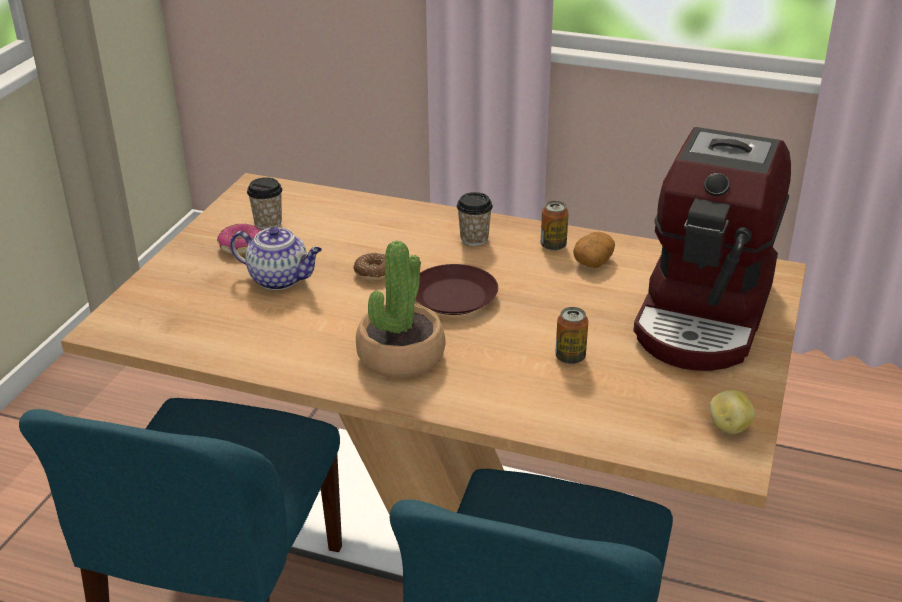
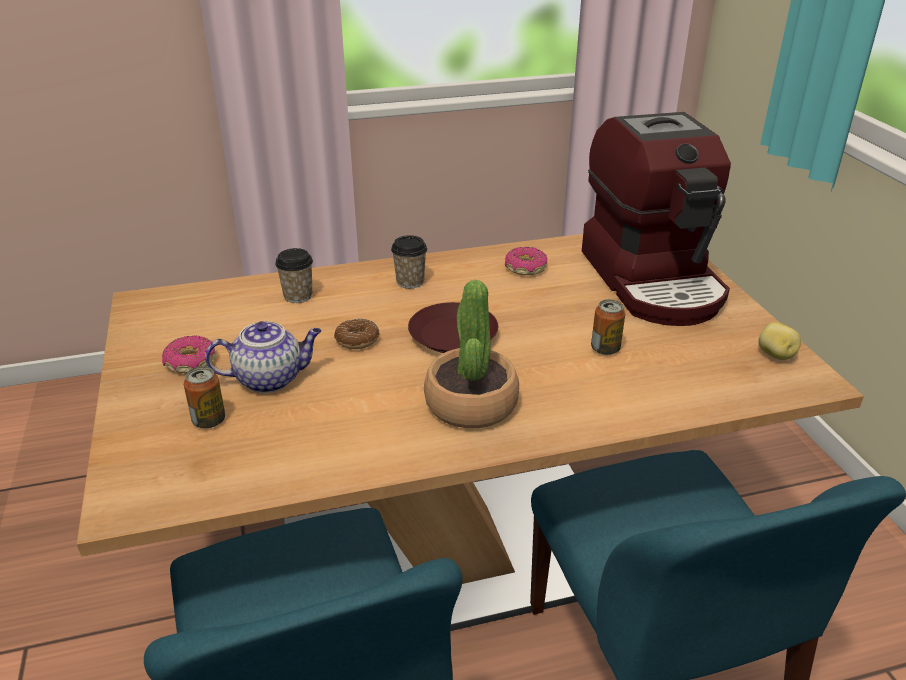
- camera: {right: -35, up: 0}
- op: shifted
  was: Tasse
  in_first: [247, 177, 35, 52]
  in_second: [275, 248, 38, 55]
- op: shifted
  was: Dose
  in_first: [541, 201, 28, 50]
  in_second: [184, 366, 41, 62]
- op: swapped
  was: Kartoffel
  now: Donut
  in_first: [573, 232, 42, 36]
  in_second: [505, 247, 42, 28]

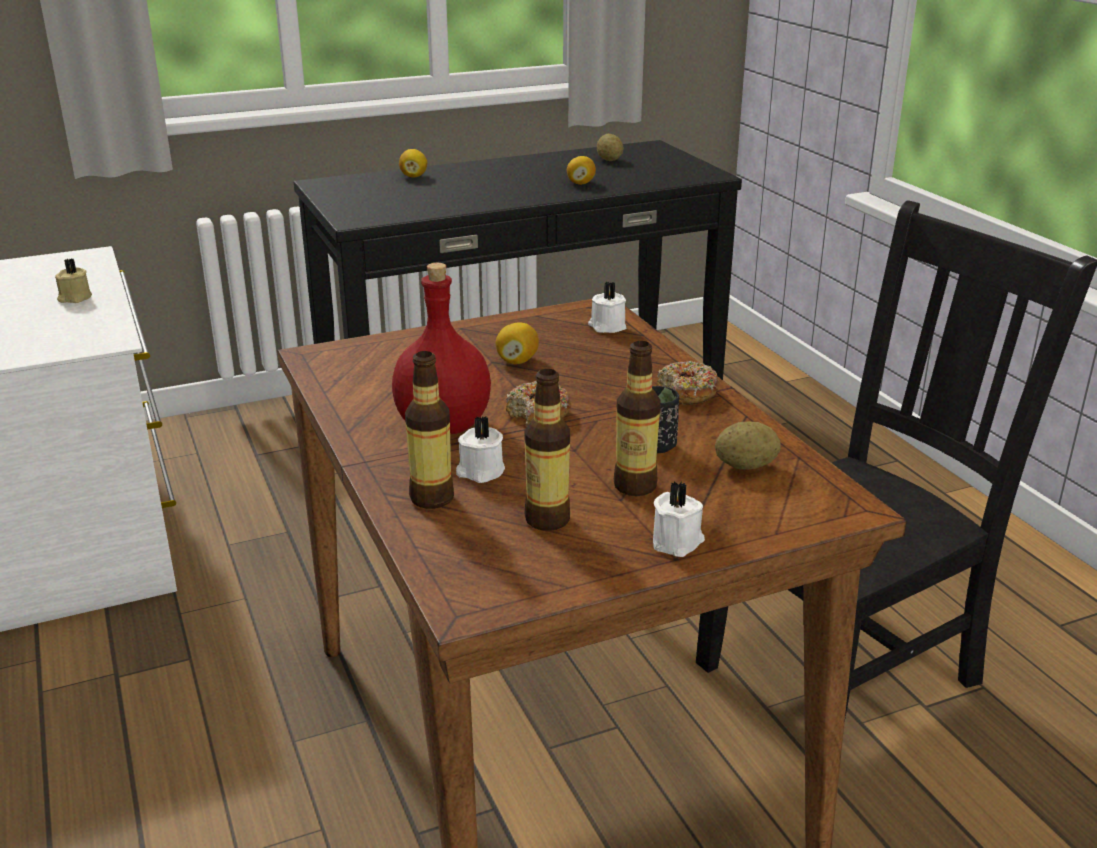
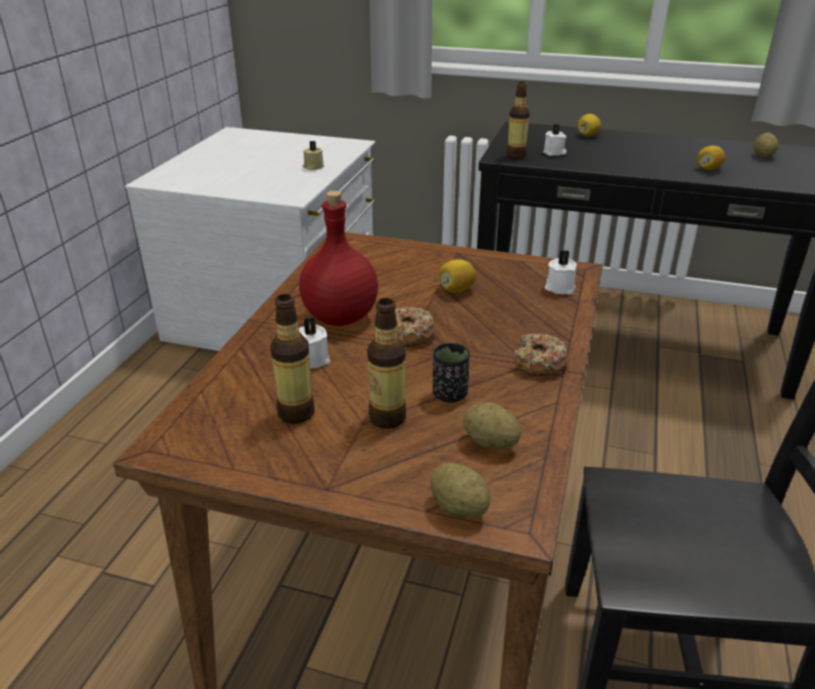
- camera: {right: 40, up: 5}
- op: new
  now: Kartoffel
  in_second: [430, 463, 60, 55]
- op: shifted
  was: Flasche
  in_first: [405, 351, 49, 158]
  in_second: [506, 82, 24, 77]
- op: shifted
  was: Kerze/weiß
  in_first: [653, 482, 52, 75]
  in_second: [543, 124, 23, 32]

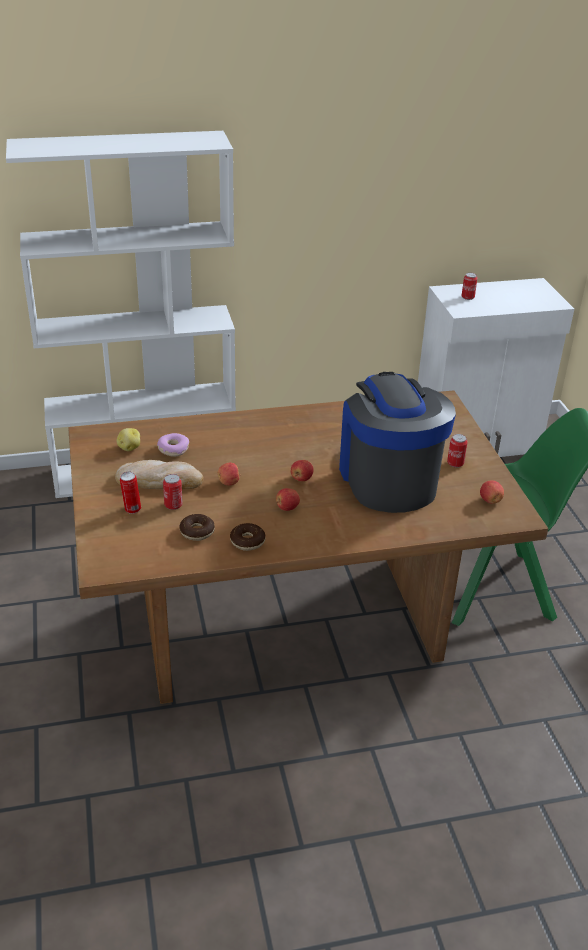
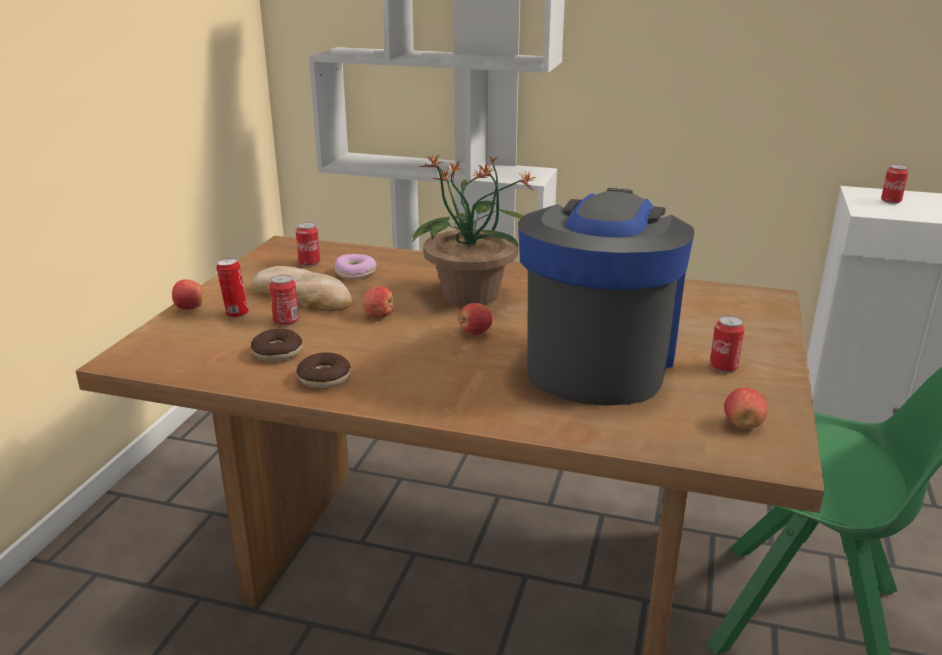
- camera: {right: 30, up: -10}
- op: new
  now: Topfpflanze
  in_second: [413, 155, 124, 151]
- op: shifted
  was: Apfel
  in_first: [276, 488, 24, 23]
  in_second: [172, 279, 32, 31]
- op: swapped
  was: Kartoffel
  now: Dose
  in_first: [117, 428, 23, 23]
  in_second: [296, 222, 24, 44]

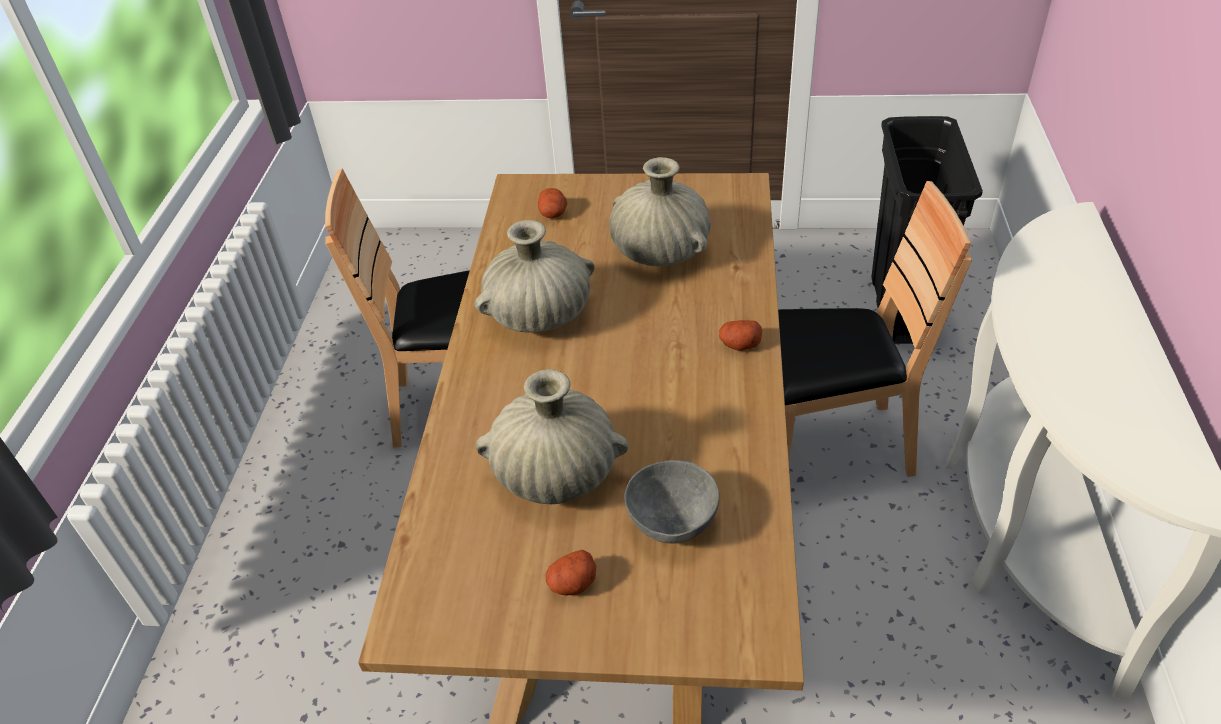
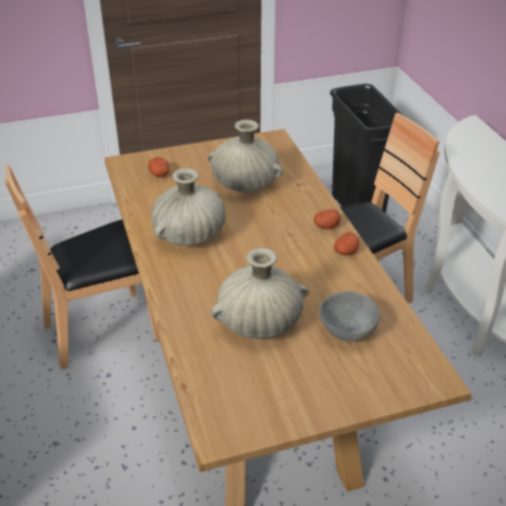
- camera: {right: -25, up: -5}
- op: shifted
  was: Kartoffel
  in_first: [546, 550, 50, 46]
  in_second: [334, 232, 25, 24]

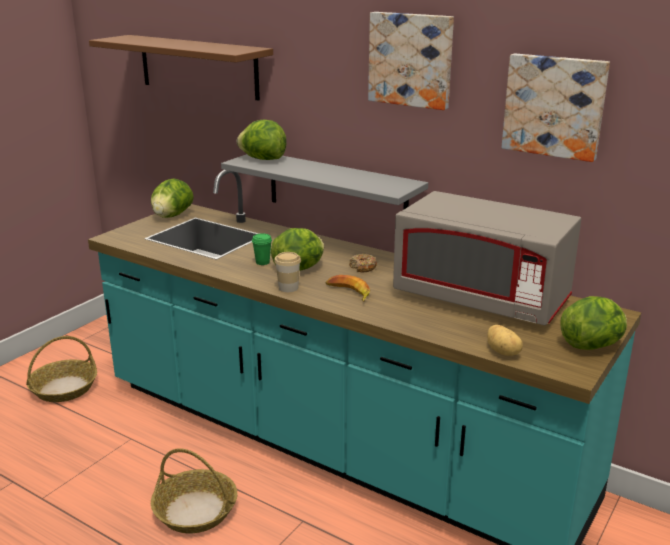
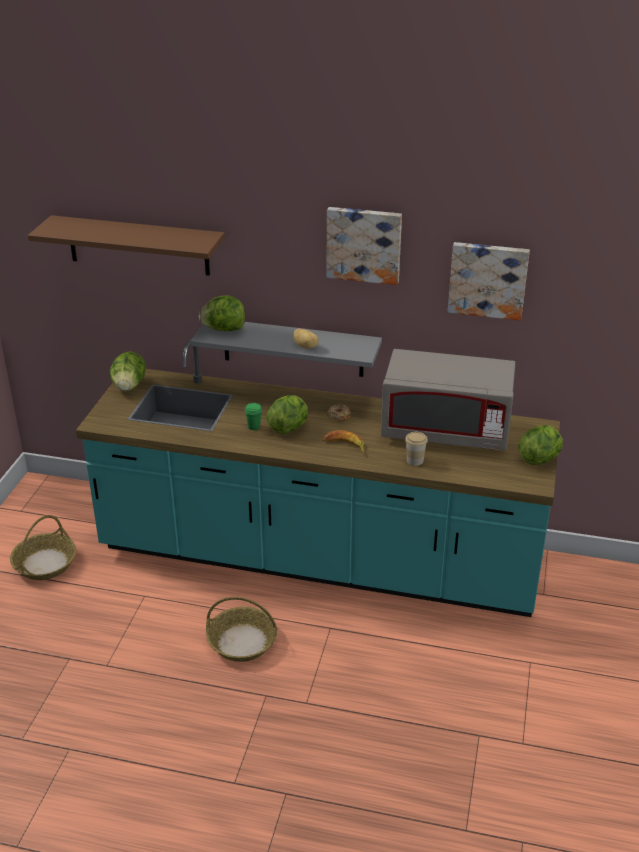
- camera: {right: -20, up: 10}
- op: shifted
  was: Tasse
  in_first: [274, 252, 27, 40]
  in_second: [405, 432, 23, 34]
- op: shifted
  was: Kartoffel
  in_first: [487, 325, 36, 31]
  in_second: [293, 329, 26, 20]

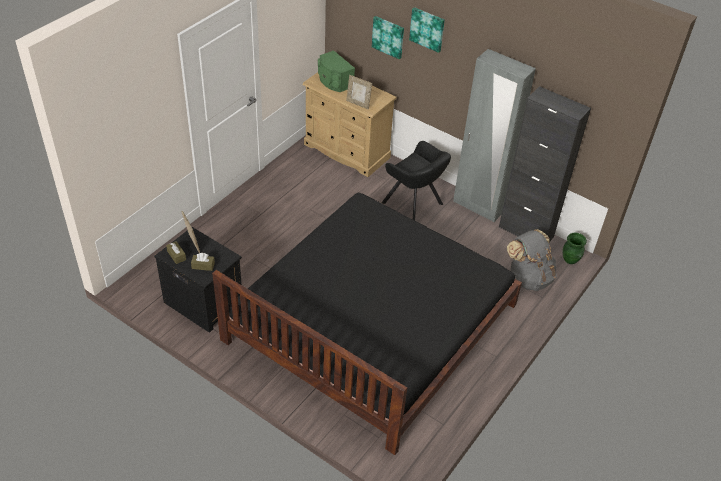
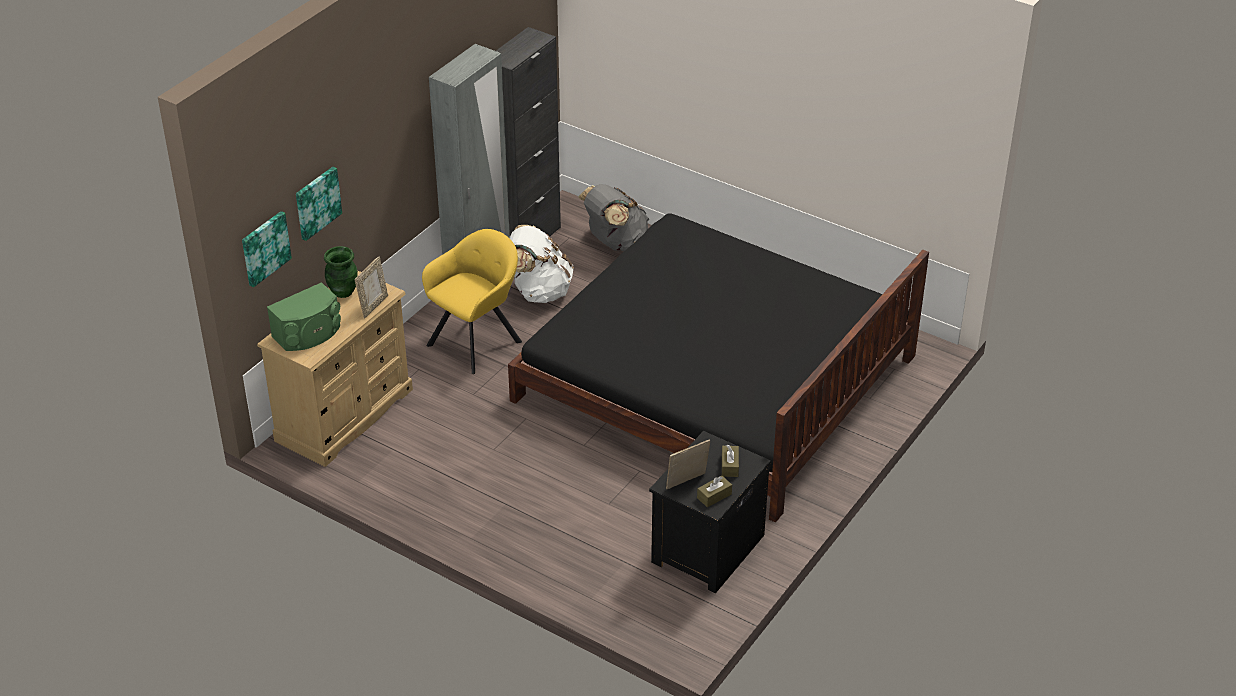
- camera: {right: -90, up: -5}
- op: new
  now: Rucksack/weiß
  in_second: [509, 225, 65, 78]
- op: shifted
  was: Bild
  in_first: [409, 7, 36, 46]
  in_second: [242, 211, 50, 76]
- op: shifted
  was: Vase/grün
  in_first: [563, 233, 24, 31]
  in_second: [324, 246, 34, 52]
- op: repainted
  was: Sessel/schwarz
  now: Sessel/gelb
  in_first: [382, 141, 69, 79]
  in_second: [422, 229, 100, 145]

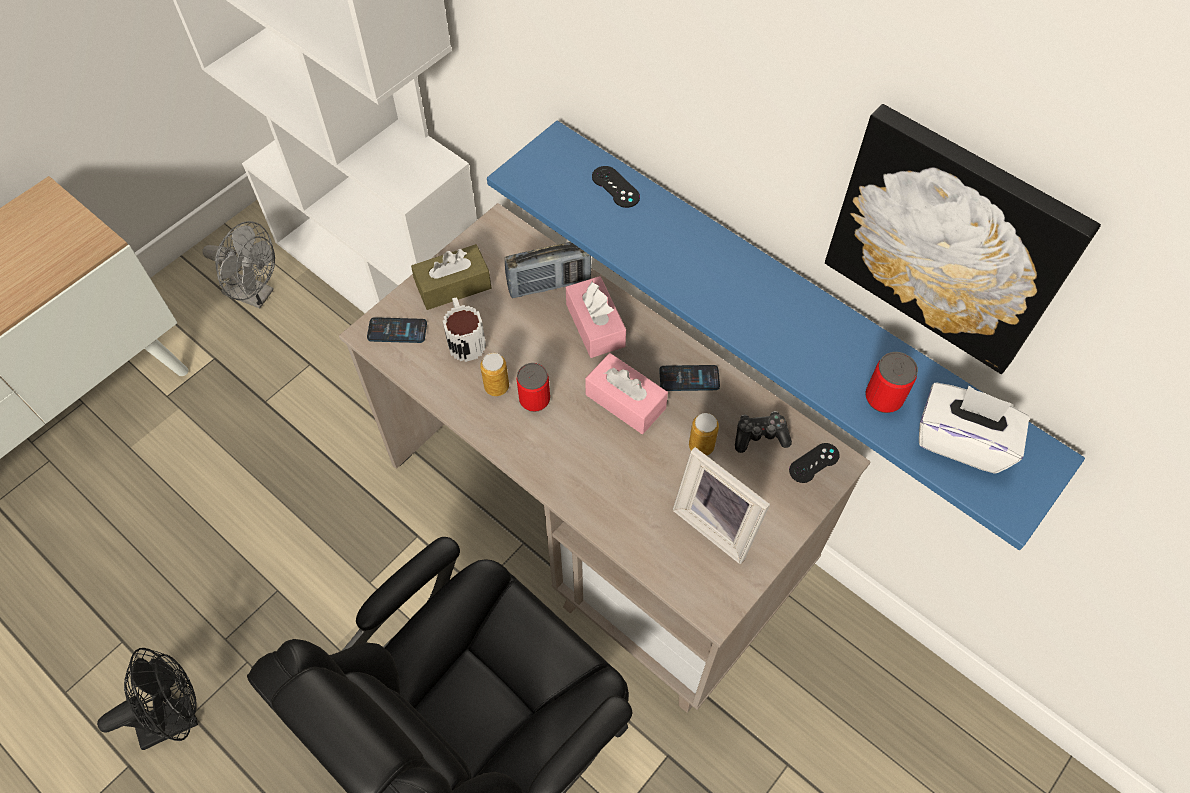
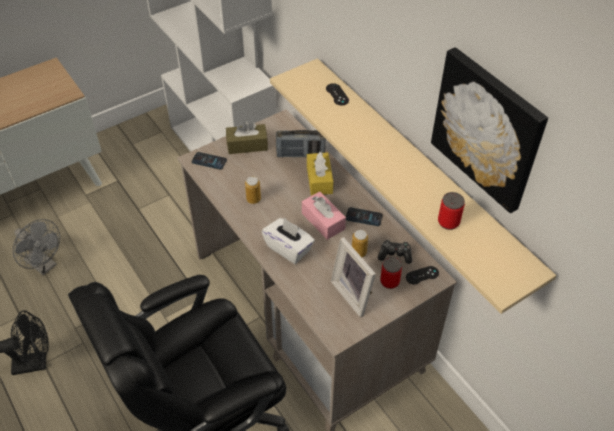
- camera: {right: 15, up: -10}
- op: gone
  was: Henkelbecher
  in_first: [442, 297, 44, 65]
- op: shifted
  was: Ventilator/grau
  in_first: [202, 221, 73, 87]
  in_second: [13, 219, 47, 56]
- op: shifted
  was: Dose
  in_first: [517, 363, 33, 49]
  in_second: [380, 257, 22, 32]
- op: shifted
  was: Taschentuchbox/weiß
  in_first: [919, 383, 110, 91]
  in_second: [262, 217, 53, 47]
- op: repainted
  was: Wandregal/blau
  now: Wandregal/beige
  in_first: [487, 121, 598, 429]
  in_second: [270, 58, 286, 256]
- op: repainted
  was: Taschentuchbox/rosa
  now: Taschentuchbox/gelb
  in_first: [566, 276, 60, 82]
  in_second: [307, 152, 26, 44]

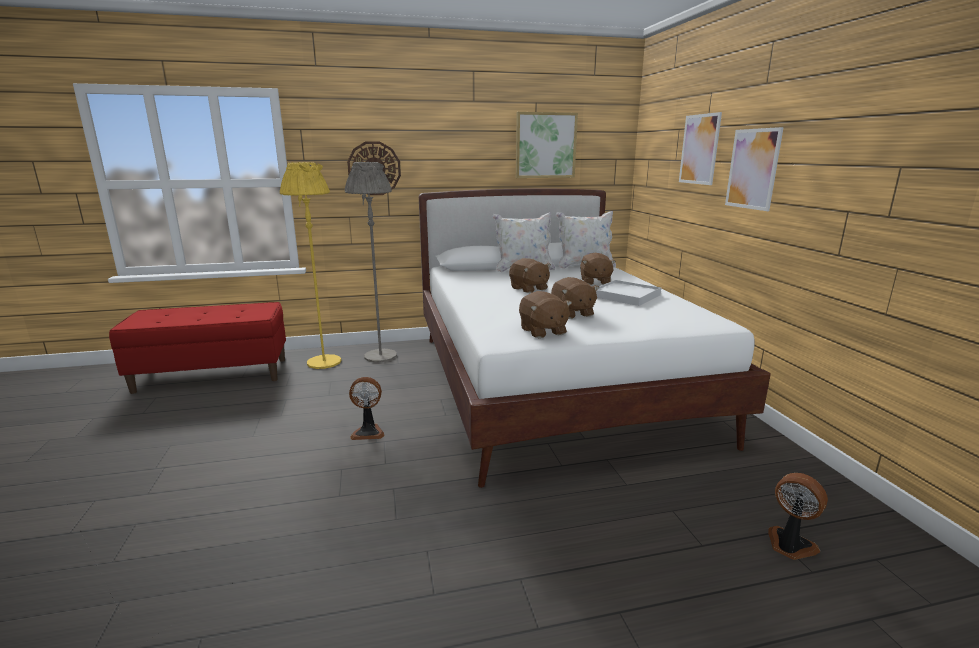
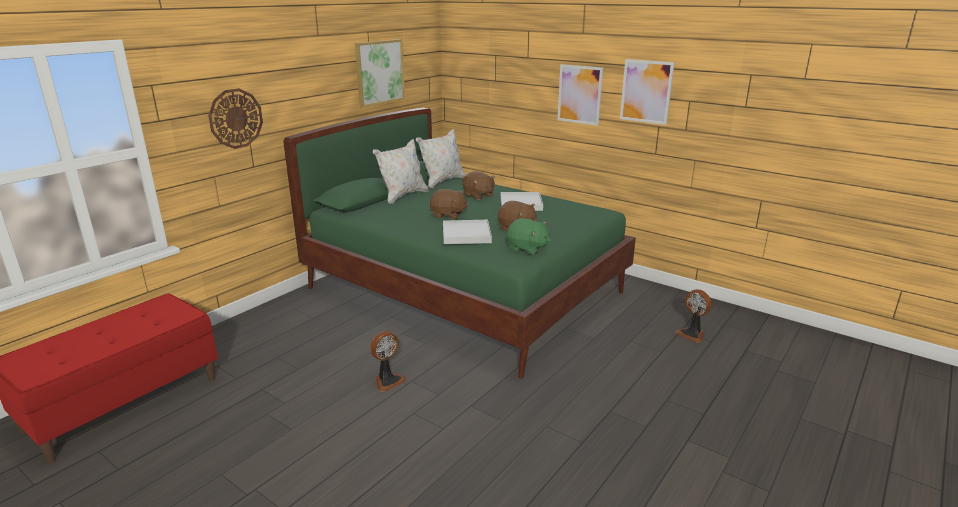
- camera: {right: -40, up: 5}
- op: gone
  was: Stehlampe/gelb
  in_first: [280, 162, 61, 207]
- op: gone
  was: Stehlampe/grau
  in_first: [345, 162, 52, 200]
- op: new
  now: Tablett/weiß
  in_second: [443, 220, 49, 24]
- op: shifted
  was: Bild
  in_first: [679, 112, 43, 73]
  in_second: [620, 59, 54, 66]
- op: repainted
  was: Bett/weiß
  now: Bett/grün
  in_first: [419, 189, 352, 299]
  in_second: [283, 108, 353, 270]
- op: repainted
  was: Plüschtier/braun
  now: Plüschtier/grün
  in_first: [519, 291, 53, 47]
  in_second: [507, 218, 44, 37]
- op: rotated
  was: Ventilator
  in_first: [768, 473, 60, 87]
  in_second: [676, 289, 36, 53]
  clockwise: -135

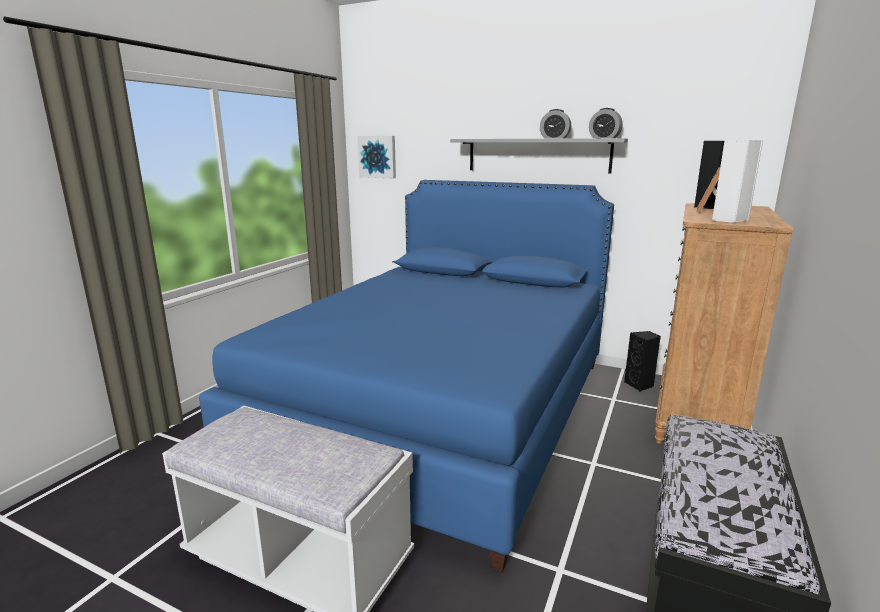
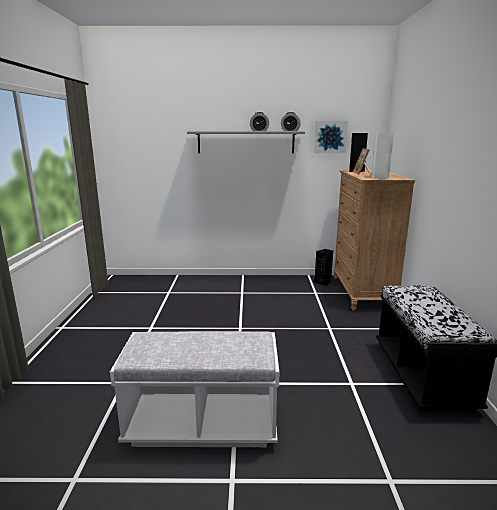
- camera: {right: -25, up: 0}
- op: gone
  was: Bett/blau
  in_first: [199, 180, 415, 392]
- op: shifted
  was: Bild
  in_first: [357, 136, 39, 42]
  in_second: [314, 121, 34, 32]

